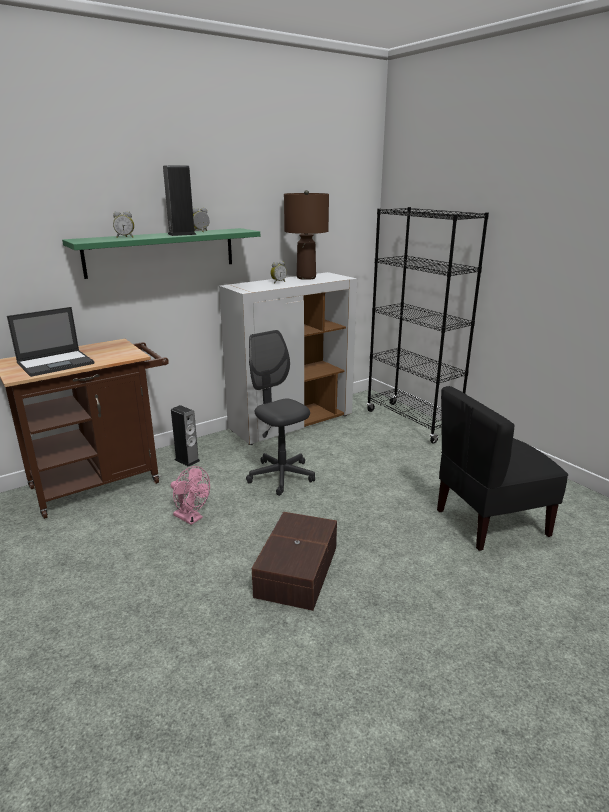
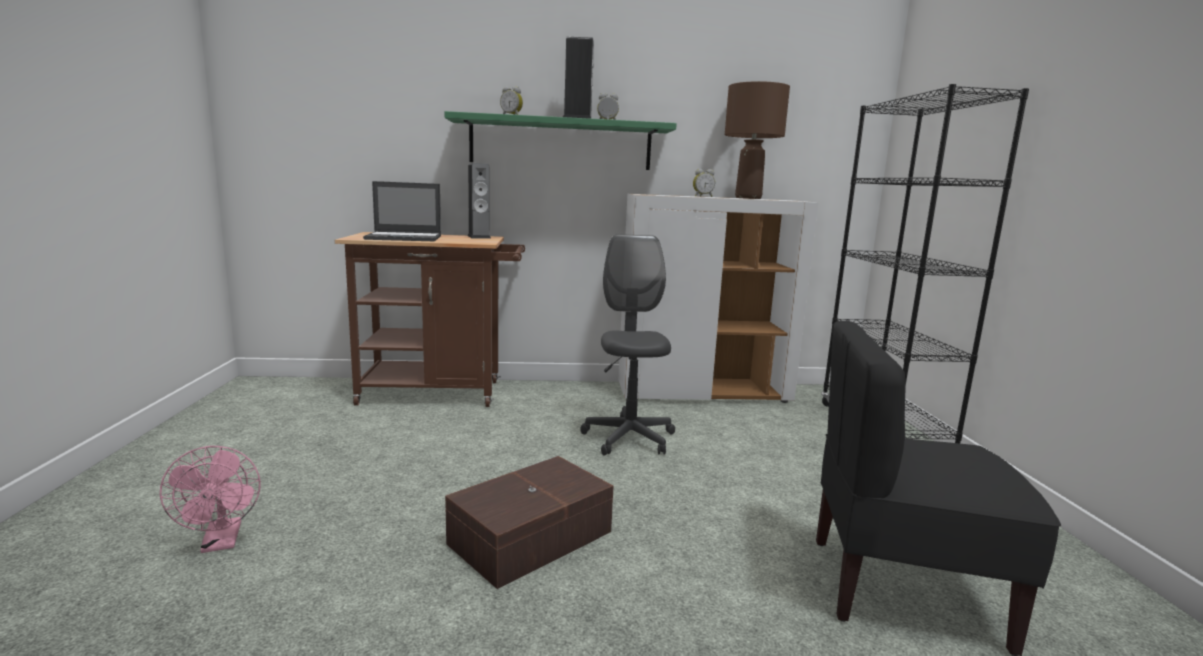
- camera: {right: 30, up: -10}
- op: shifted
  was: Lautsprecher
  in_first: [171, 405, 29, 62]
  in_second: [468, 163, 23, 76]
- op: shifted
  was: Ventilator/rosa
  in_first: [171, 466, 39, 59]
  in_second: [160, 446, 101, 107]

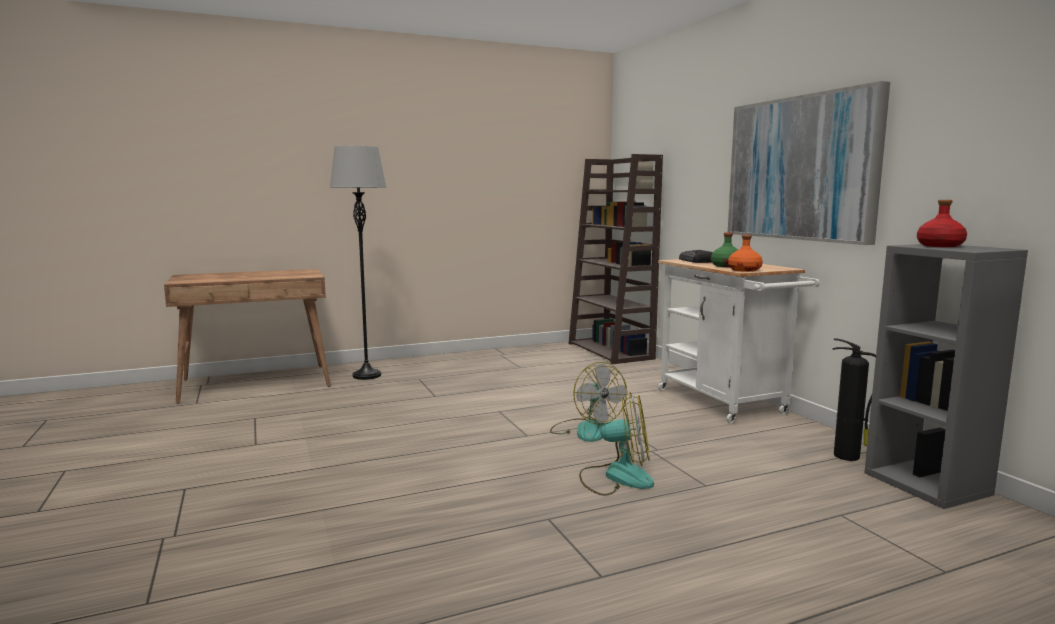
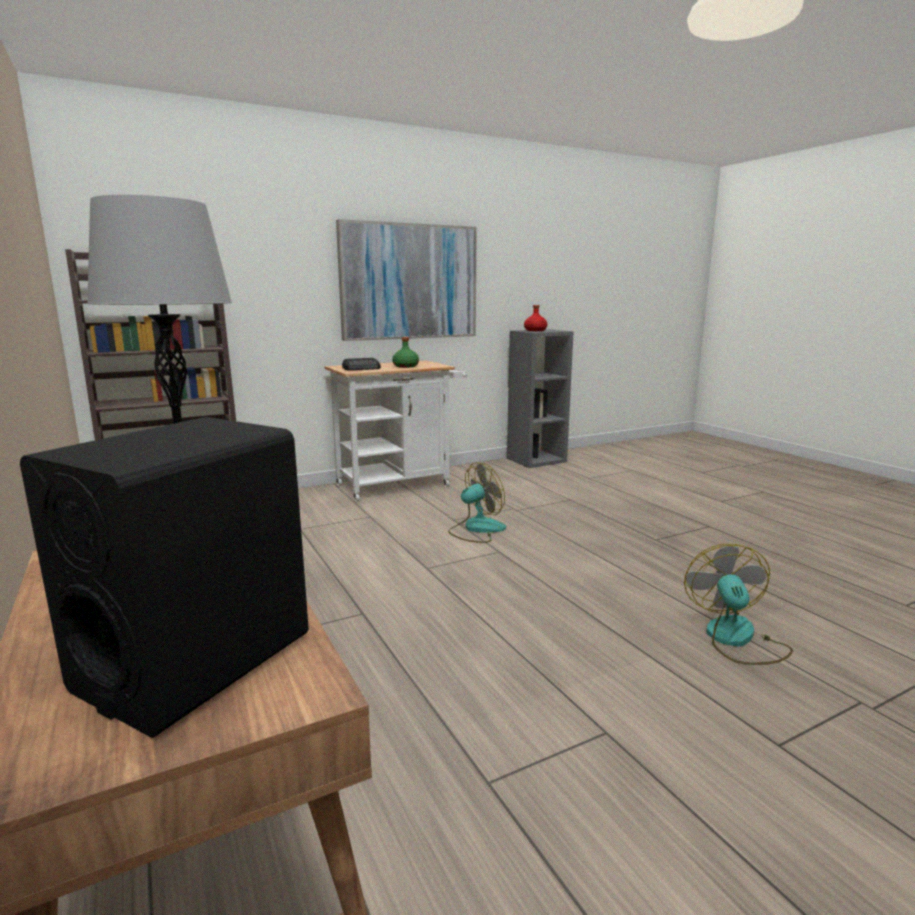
- camera: {right: -95, up: 5}
- op: gone
  was: Flasche/orange
  in_first: [728, 235, 35, 37]
- op: gone
  was: Feuerlöscher
  in_first: [833, 338, 43, 123]
- op: new
  now: Lautsprecher/schwarz
  in_second: [20, 417, 289, 321]
- op: shifted
  was: Ventilator
  in_first: [579, 392, 75, 104]
  in_second: [684, 544, 109, 121]

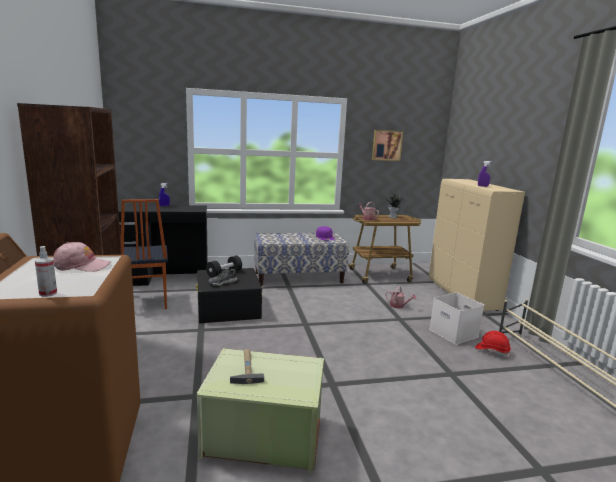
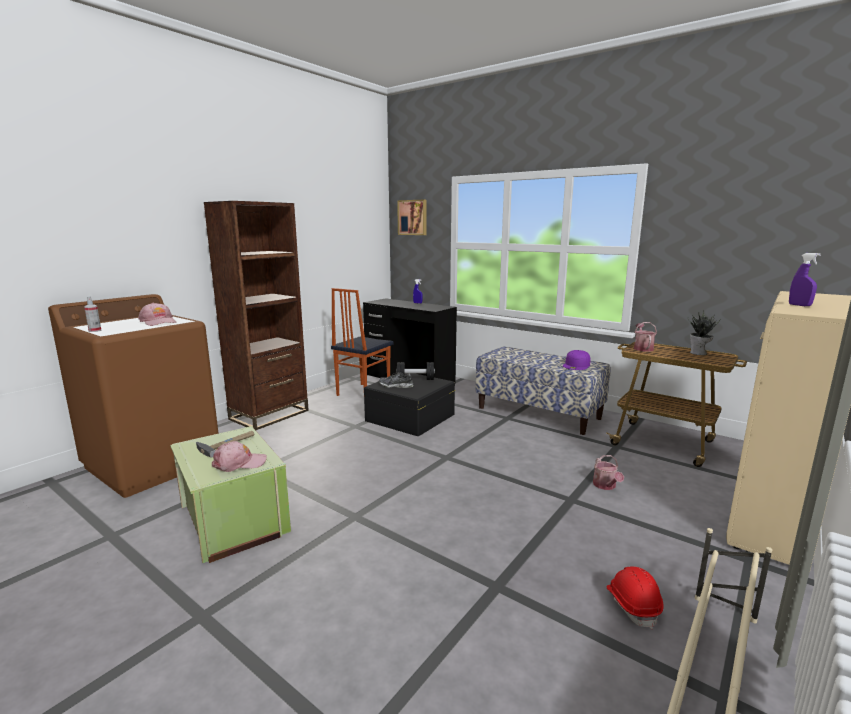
- camera: {right: 50, up: 0}
- op: gone
  was: Aufbewahrungsbox/weiß
  in_first: [429, 292, 55, 53]
- op: new
  now: Kappe/rosa
  in_second: [212, 441, 55, 31]
- op: shifted
  was: Bild
  in_first: [372, 130, 31, 31]
  in_second: [397, 200, 29, 35]

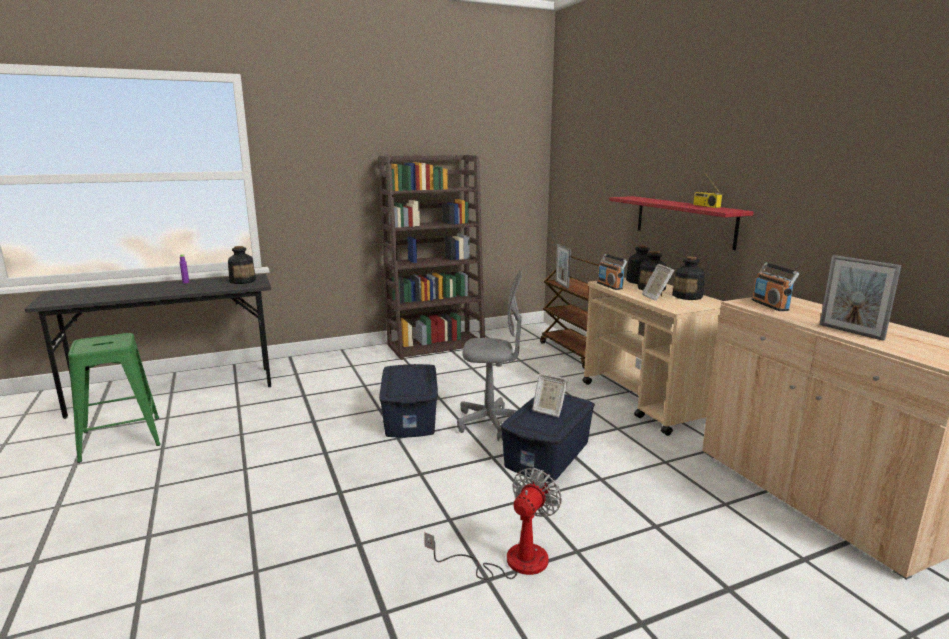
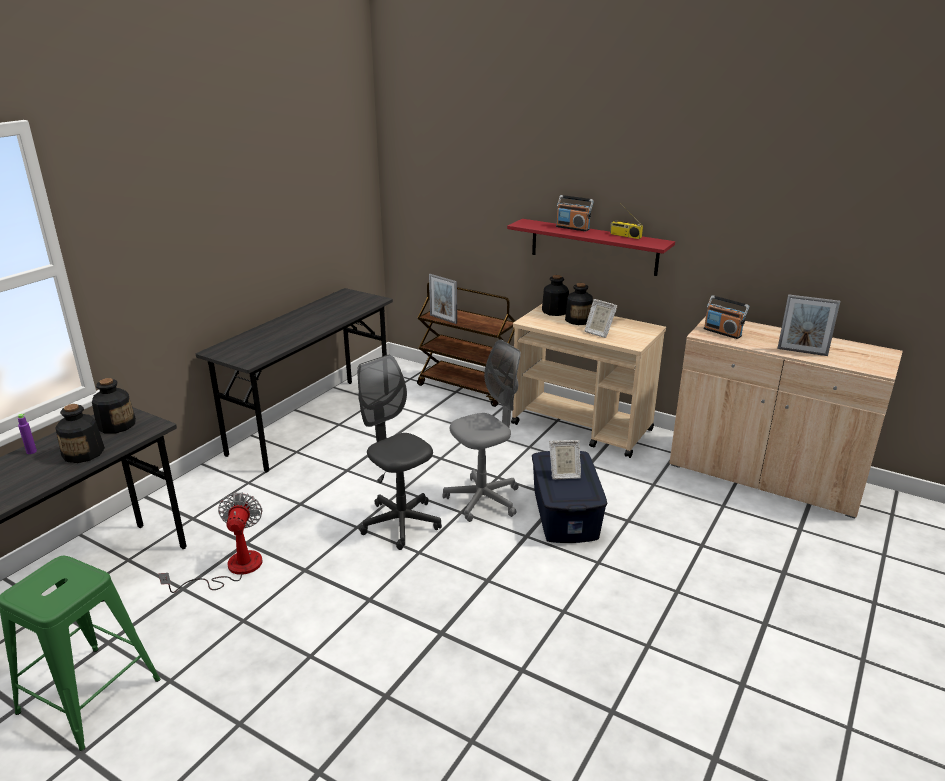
- camera: {right: -35, up: 10}
- op: shifted
  was: Ventilator
  in_first: [424, 468, 138, 112]
  in_second: [158, 492, 105, 101]
- op: shifted
  was: Radio
  in_first: [597, 254, 30, 36]
  in_second: [556, 195, 38, 37]
- op: shifted
  was: Flasche
  in_first: [672, 256, 33, 44]
  in_second: [56, 404, 49, 59]
- op: swapped
  was: Bücherregal/braun
  now: Schreibtisch/grau
  in_first: [379, 155, 106, 205]
  in_second: [196, 288, 197, 185]
- op: swapped
  was: Aufbewahrungsbox/blau
  now: Bürostuhl/grau
  in_first: [379, 364, 59, 73]
  in_second: [357, 355, 85, 195]

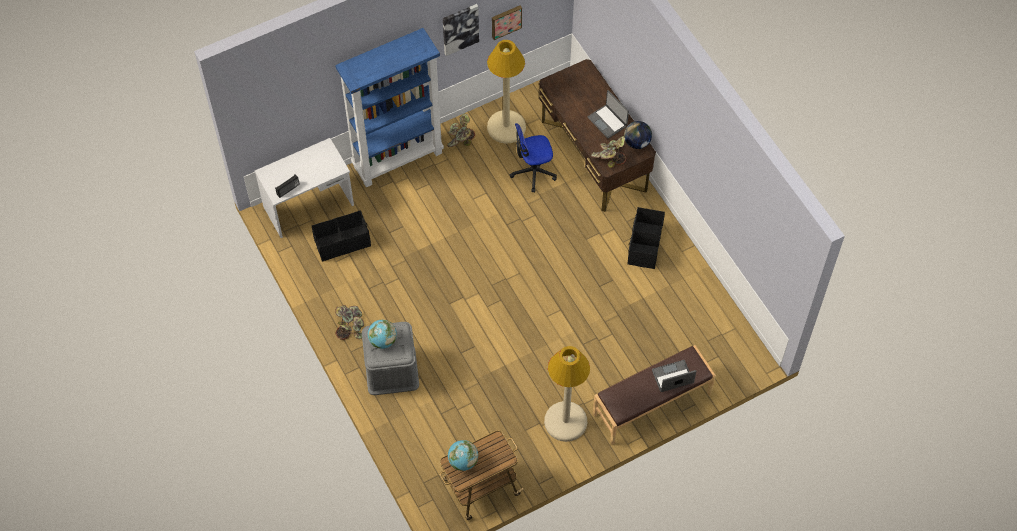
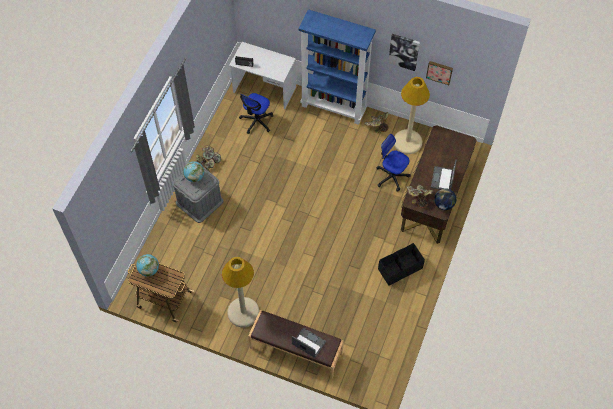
- camera: {right: 50, up: 0}
- op: swapped
  was: Aufbewahrungsbox/schwarz
  now: Bürostuhl
  in_first: [312, 210, 59, 52]
  in_second: [239, 93, 34, 41]

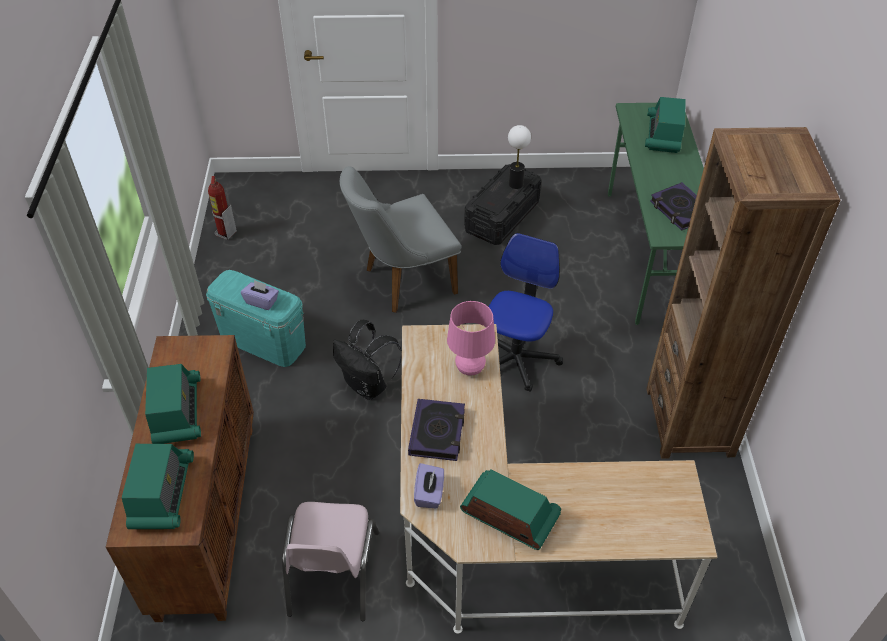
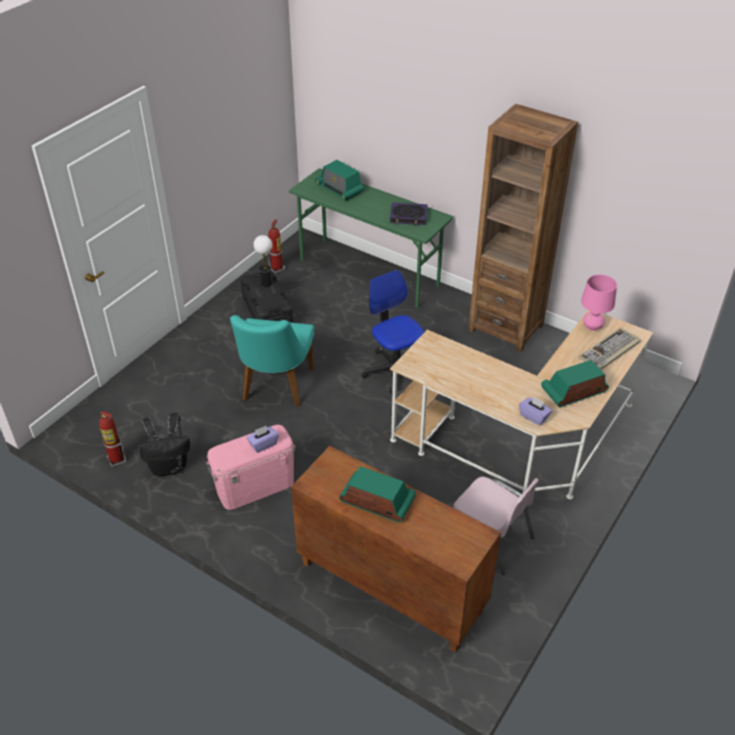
- camera: {right: -55, up: -5}
- op: gone
  was: Radio
  in_first: [122, 444, 72, 85]
- op: gone
  was: Buch
  in_first: [408, 399, 57, 62]
- op: new
  now: Feuerlöscher
  in_second: [268, 219, 17, 55]
- op: new
  now: Tastatur
  in_second: [579, 327, 62, 43]
- op: shifted
  was: Rucksack/schwarz
  in_first: [333, 320, 69, 80]
  in_second: [138, 413, 52, 63]
- op: shifted
  was: Tischlampe/rosa
  in_first: [447, 301, 48, 74]
  in_second: [581, 275, 36, 56]
- op: repainted
  was: Aufbewahrungsbox/türkis
  now: Aufbewahrungsbox/rosa
  in_first: [206, 270, 100, 97]
  in_second: [206, 425, 90, 85]
- op: repainted
  was: Stuhl/grau
  now: Stuhl/türkis
  in_first: [340, 166, 121, 147]
  in_second: [230, 315, 84, 92]

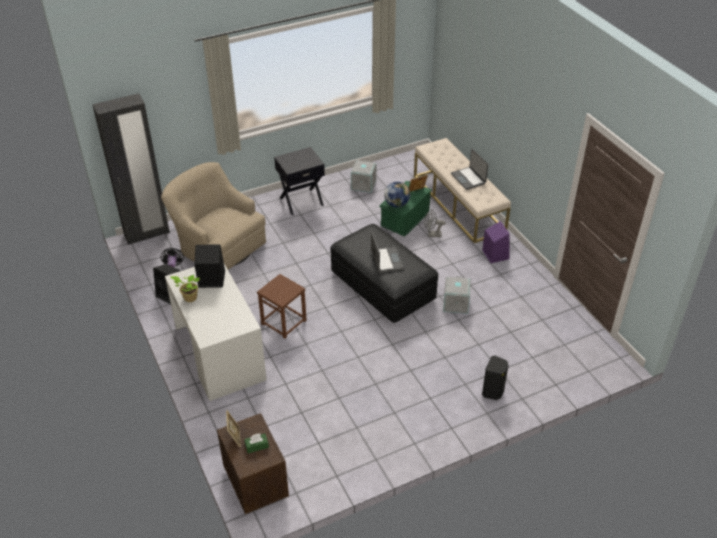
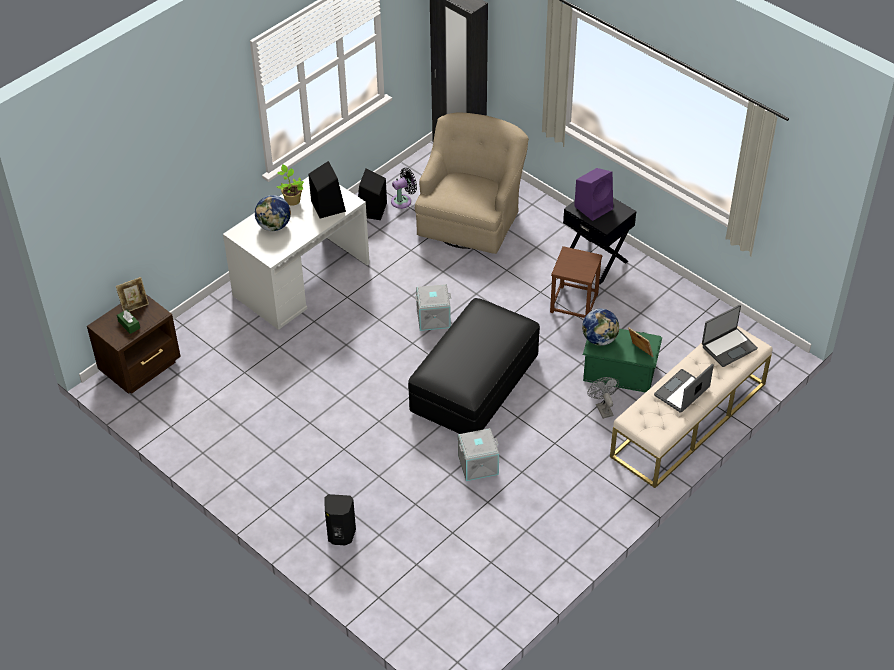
- camera: {right: 70, up: 5}
- op: new
  now: Globus
  in_second: [255, 195, 36, 36]
- op: shifted
  was: Hocker/braun
  in_first: [257, 274, 50, 65]
  in_second: [550, 246, 52, 72]
- op: shifted
  was: Aufbewahrungsbox/grau
  in_first: [351, 160, 25, 33]
  in_second: [415, 284, 36, 47]
- op: shifted
  was: Laptop
  in_first: [371, 231, 33, 42]
  in_second: [702, 305, 56, 62]
- op: shifted
  was: Lautsprecher/lila
  in_first: [482, 221, 28, 42]
  in_second: [574, 168, 39, 53]

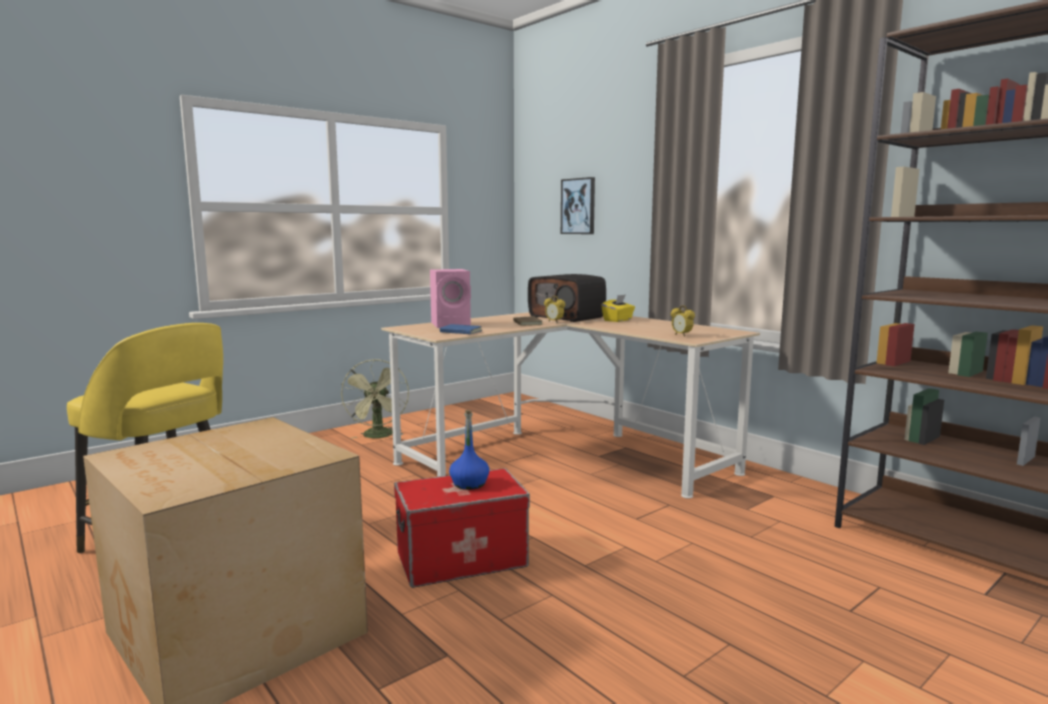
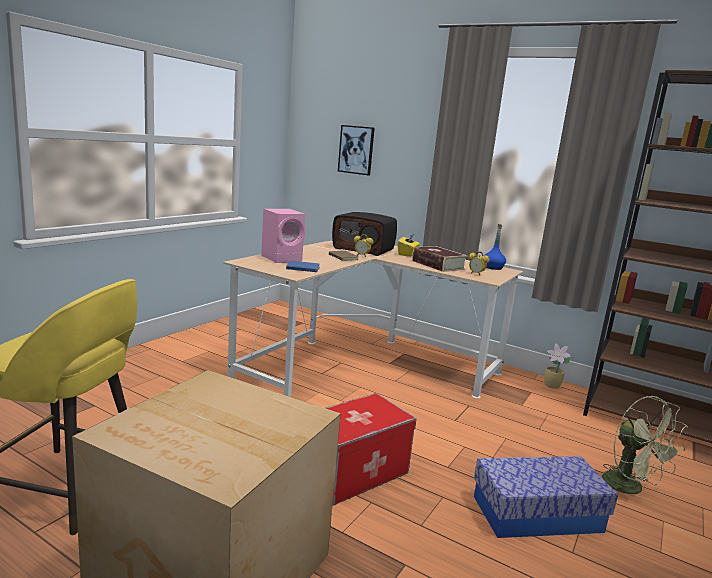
- camera: {right: -20, up: 5}
- op: new
  now: Buch
  in_second: [412, 246, 55, 26]
- op: new
  now: Aufbewahrungsbox
  in_second: [474, 456, 144, 82]
- op: new
  now: Topfpflanze
  in_second: [544, 344, 27, 45]
- op: shifted
  was: Ventilator/grün
  in_first: [341, 359, 68, 80]
  in_second: [602, 396, 86, 98]
- op: shifted
  was: Flasche/blau
  in_first: [449, 410, 40, 80]
  in_second: [485, 224, 21, 46]

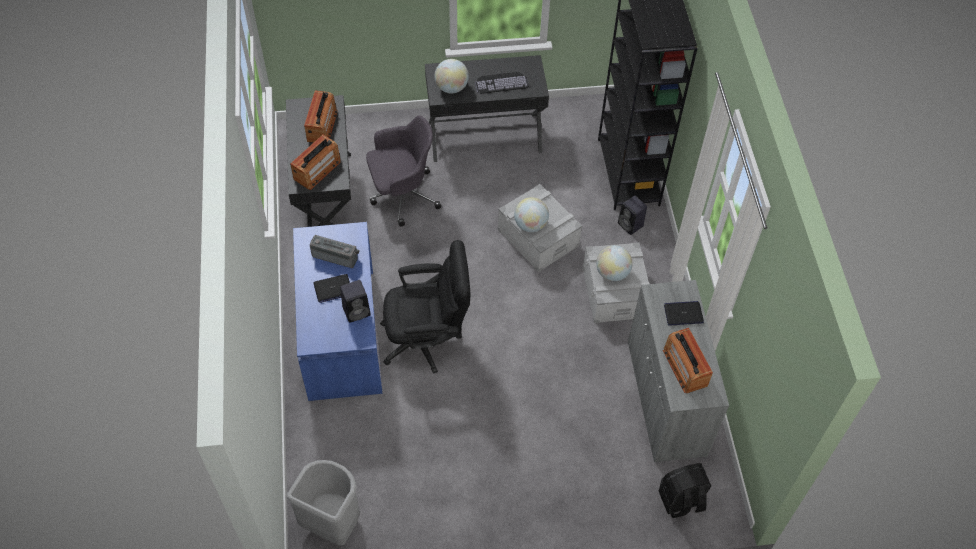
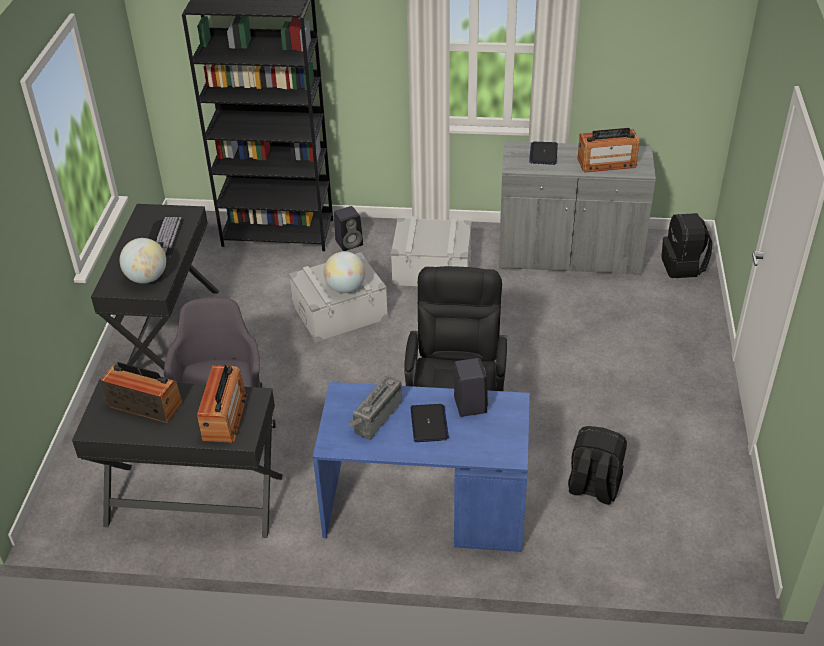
- camera: {right: -75, up: -15}
- op: gone
  was: Mülleimer/grau
  in_first: [287, 460, 73, 85]
- op: gone
  was: Globus
  in_first: [596, 245, 36, 36]
- op: new
  now: Rucksack/schwarz
  in_second: [568, 426, 59, 79]
- op: rotated
  was: Radio
  in_first: [290, 135, 51, 55]
  in_second: [197, 365, 51, 78]
  clockwise: 45

